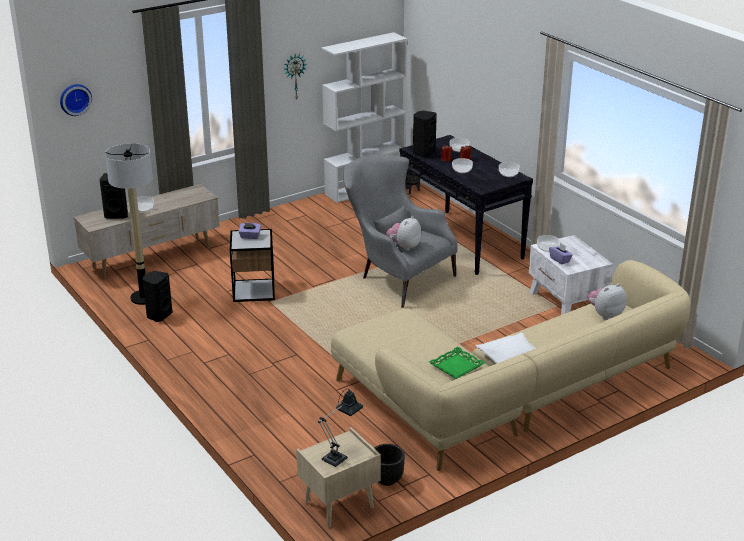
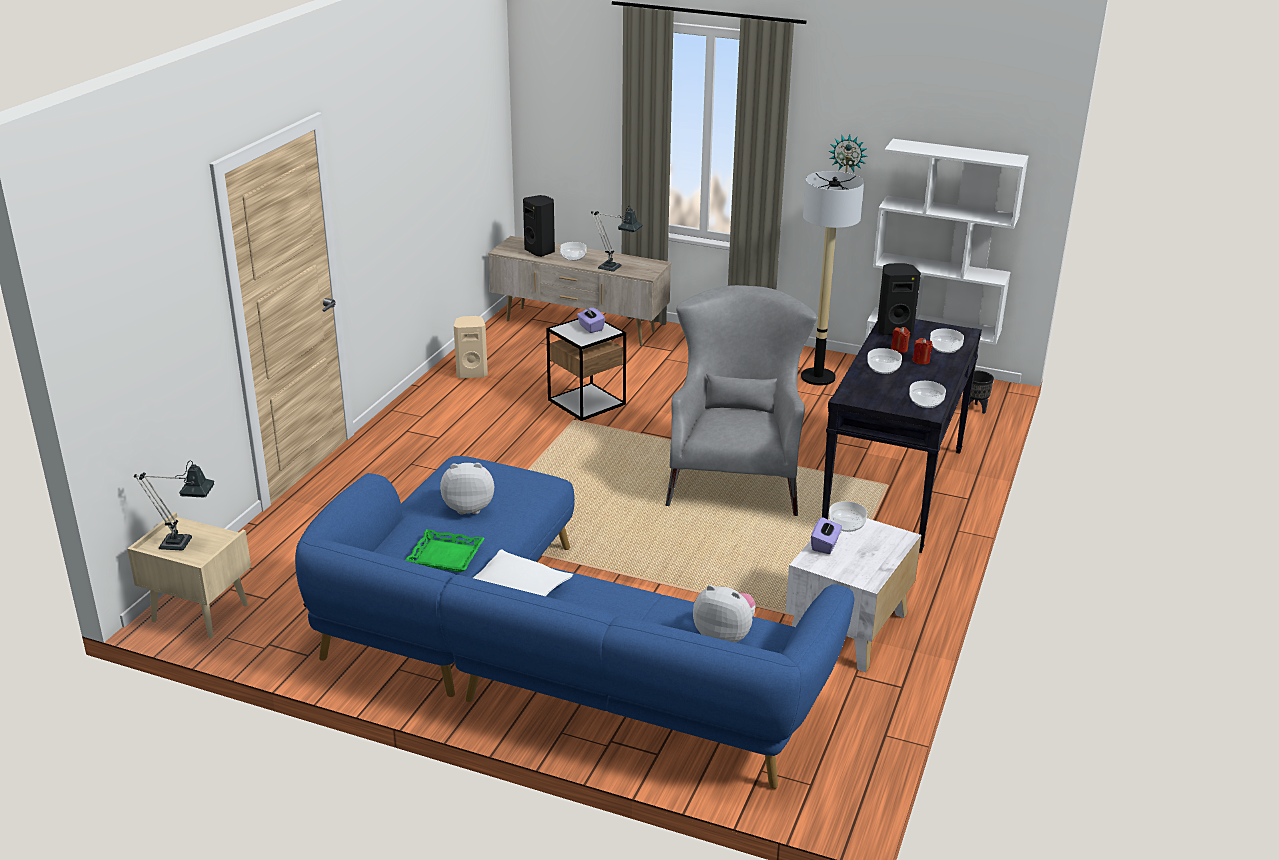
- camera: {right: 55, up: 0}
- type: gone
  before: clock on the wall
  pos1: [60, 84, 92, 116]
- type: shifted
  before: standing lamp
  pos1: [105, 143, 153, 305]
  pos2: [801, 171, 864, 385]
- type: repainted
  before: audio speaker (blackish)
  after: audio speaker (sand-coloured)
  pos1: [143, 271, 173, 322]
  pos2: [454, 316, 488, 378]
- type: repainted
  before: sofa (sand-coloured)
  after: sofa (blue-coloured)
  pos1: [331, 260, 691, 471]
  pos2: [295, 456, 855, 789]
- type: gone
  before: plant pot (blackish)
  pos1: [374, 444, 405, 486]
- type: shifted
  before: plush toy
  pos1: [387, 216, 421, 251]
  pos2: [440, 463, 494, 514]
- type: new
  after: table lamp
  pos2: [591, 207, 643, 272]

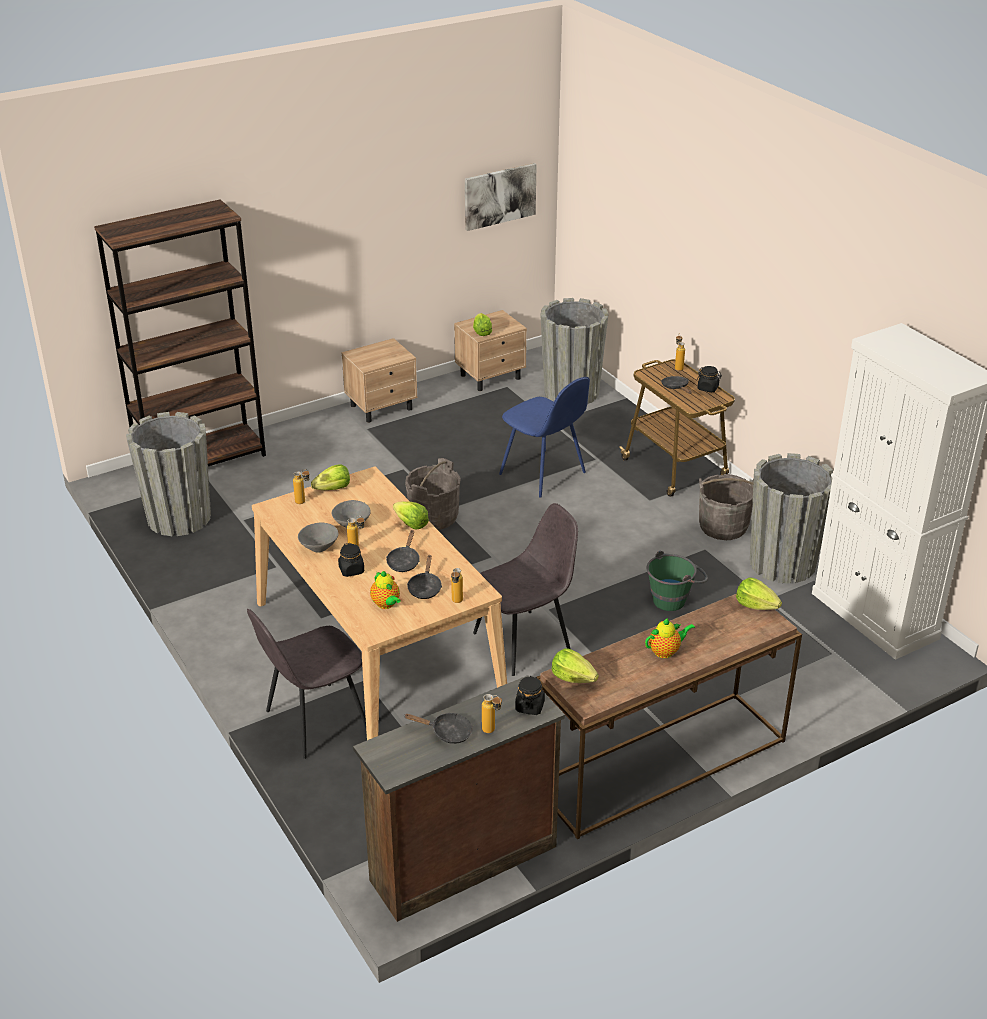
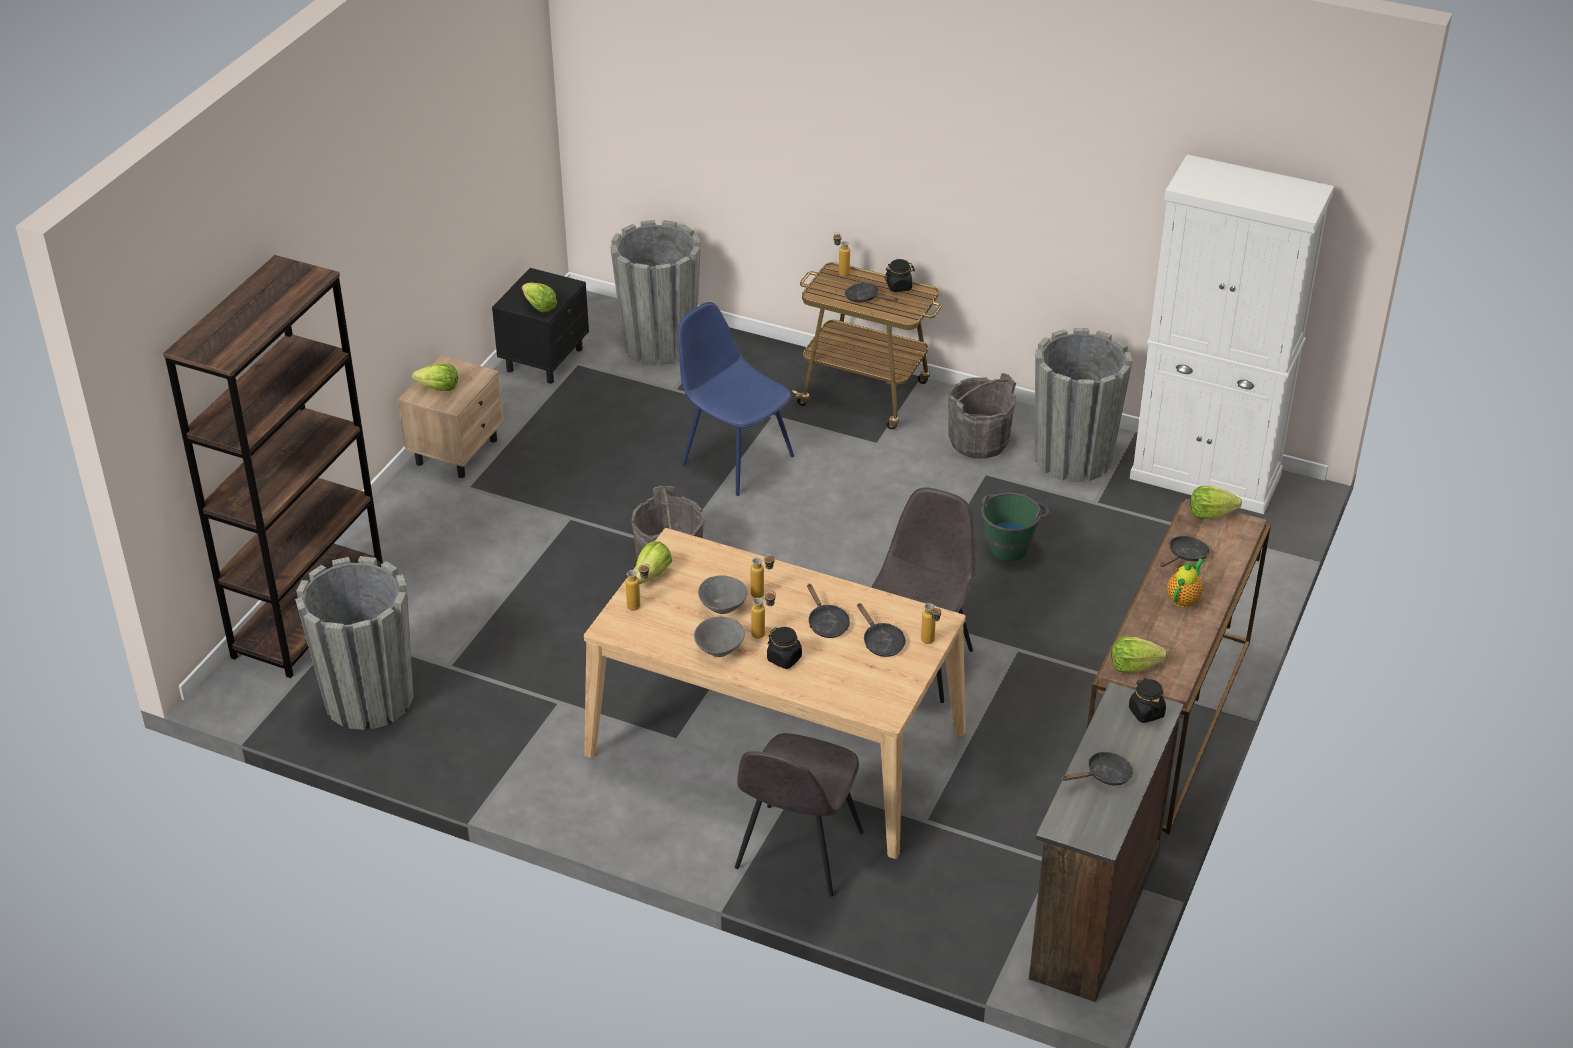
- camera: {right: -35, up: 5}
- type: gone
  before: teapot
  pos1: [370, 571, 401, 609]
- type: shifted
  before: lettuce head
  pos1: [393, 501, 429, 530]
  pos2: [412, 363, 458, 391]
- type: repainted
  before: night table (sand-coloured)
  after: night table (blackish)
  pos1: [454, 310, 527, 391]
  pos2: [492, 268, 589, 384]
- type: gone
  before: picture
  pos1: [465, 163, 537, 231]
- type: shifted
  before: beverage bottle
  pos1: [482, 694, 502, 733]
  pos2: [750, 555, 775, 598]
- type: rotated
  before: chair (blue-coloured)
  pos1: [499, 377, 590, 498]
  pos2: [678, 302, 794, 496]
  turn: -150
- type: new
  after: skillet (blackish)
  pos2: [1160, 536, 1210, 567]

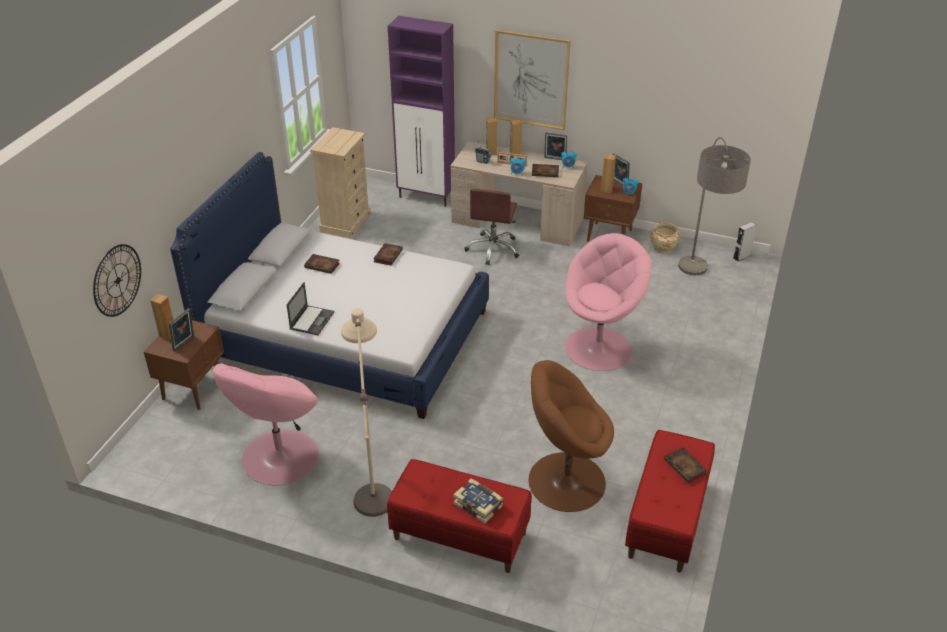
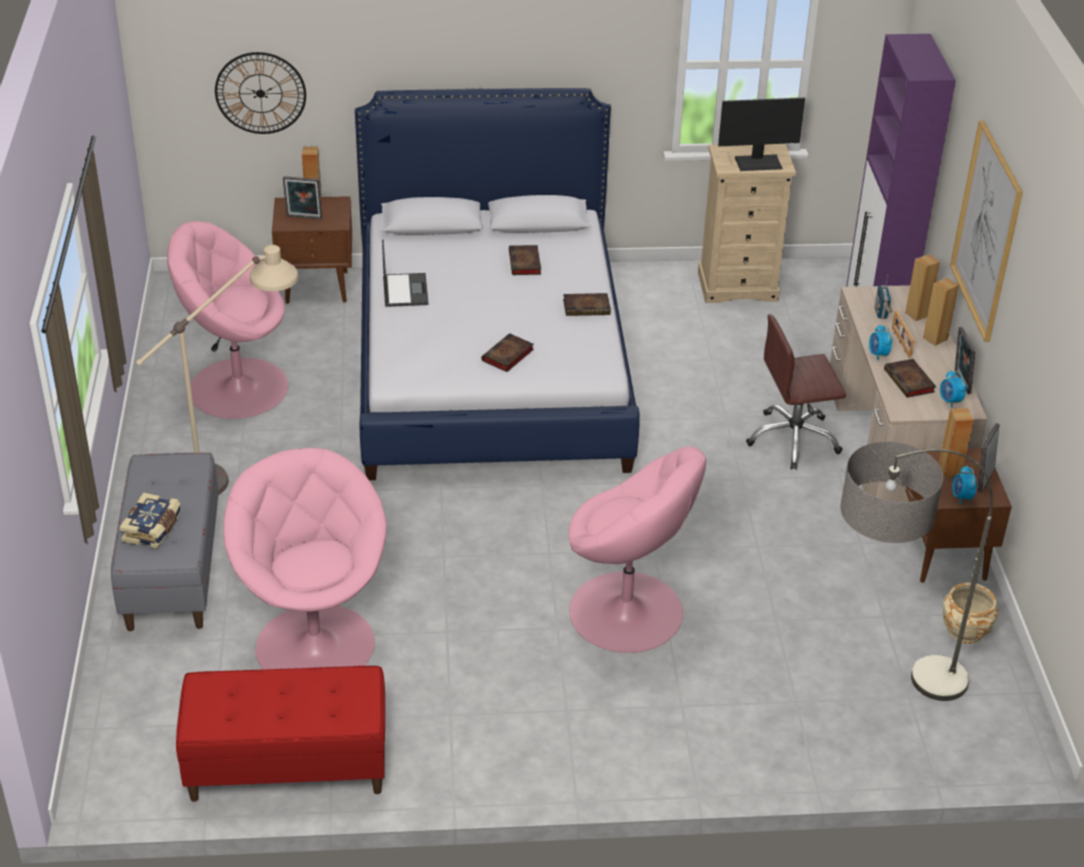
- camera: {right: 65, up: 0}
- type: rotated
  before: portable computer
  pos1: [287, 282, 334, 335]
  pos2: [382, 240, 429, 307]
  turn: -90
- type: repainted
  before: bench (reddish)
  after: bench (greyish)
  pos1: [387, 459, 532, 573]
  pos2: [111, 453, 219, 631]
- type: repainted
  before: armchair (brown-coloured)
  after: armchair (pink)
  pos1: [529, 360, 614, 512]
  pos2: [223, 448, 387, 670]
- type: shifted
  before: volume
  pos1: [664, 447, 708, 483]
  pos2: [482, 333, 534, 372]
- type: gone
  before: audio speaker (greyish)
  pos1: [733, 222, 757, 262]
- type: new
  after: monitor
  pos2: [718, 98, 805, 171]

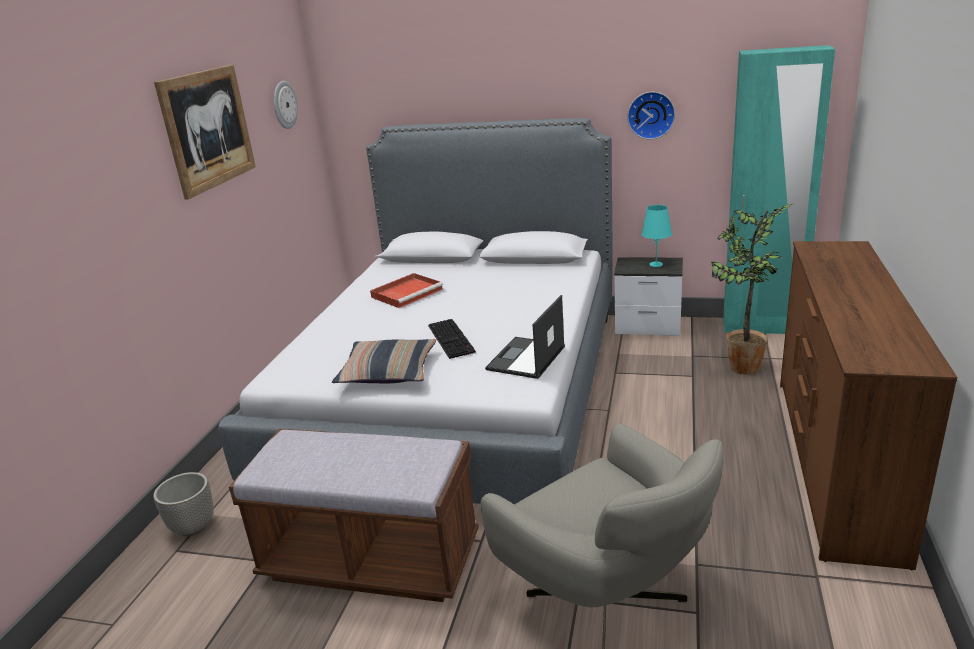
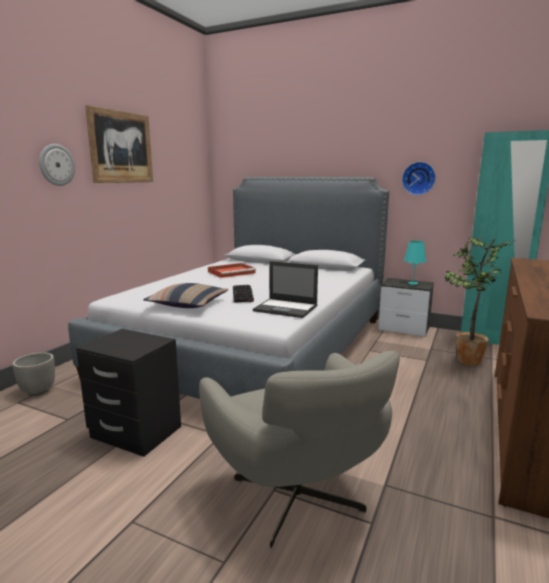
- camera: {right: 10, up: -10}
- type: swapped
  before: bench (brown-coloured)
  after: night table (blackish)
  pos1: [229, 428, 479, 602]
  pos2: [76, 329, 181, 457]
- type: shifted
  before: clock on the wall
  pos1: [274, 81, 298, 129]
  pos2: [39, 144, 75, 186]
- type: rotated
  before: portable computer
  pos1: [485, 295, 565, 379]
  pos2: [253, 261, 318, 318]
  turn: -105

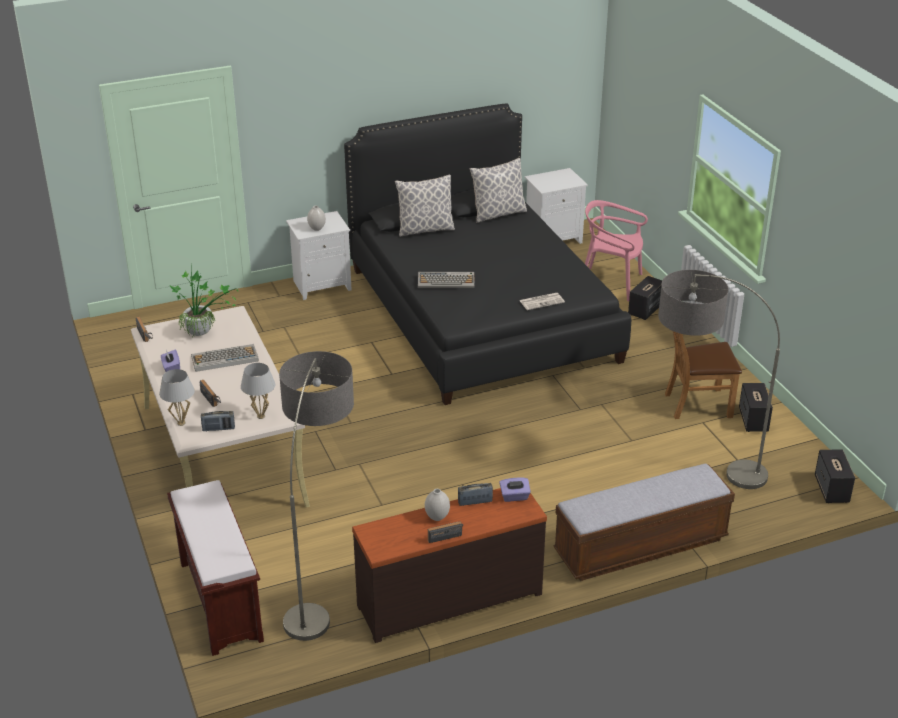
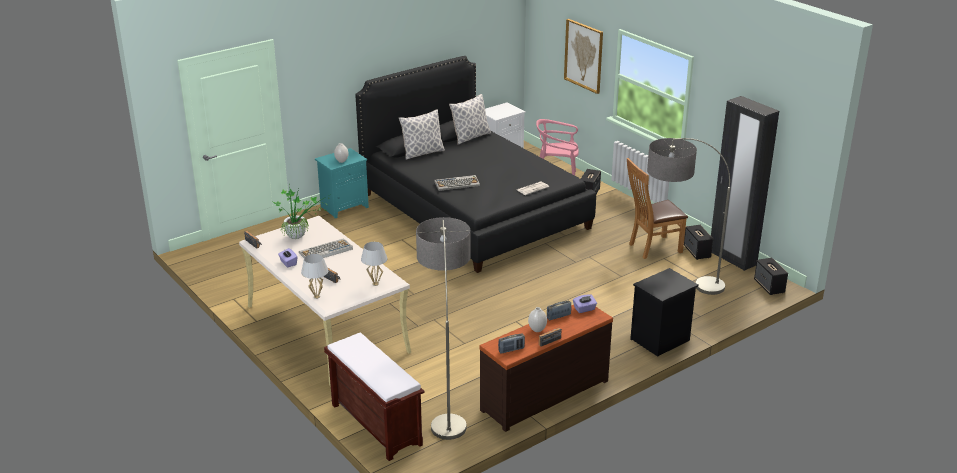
- camera: {right: -15, up: -5}
- type: shifted
  before: radio set
  pos1: [201, 411, 235, 431]
  pos2: [498, 334, 525, 354]
- type: repainted
  before: night table (whitish)
  after: night table (turquoise-coloured)
  pos1: [286, 211, 352, 300]
  pos2: [315, 148, 369, 218]
- type: swapped
  before: bench
  after: night table (blackish)
  pos1: [554, 464, 735, 581]
  pos2: [630, 268, 699, 356]
- type: new
  after: picture
  pos2: [564, 19, 603, 94]
- type: new
  after: wardrobe (blackish)
  pos2: [711, 96, 779, 271]

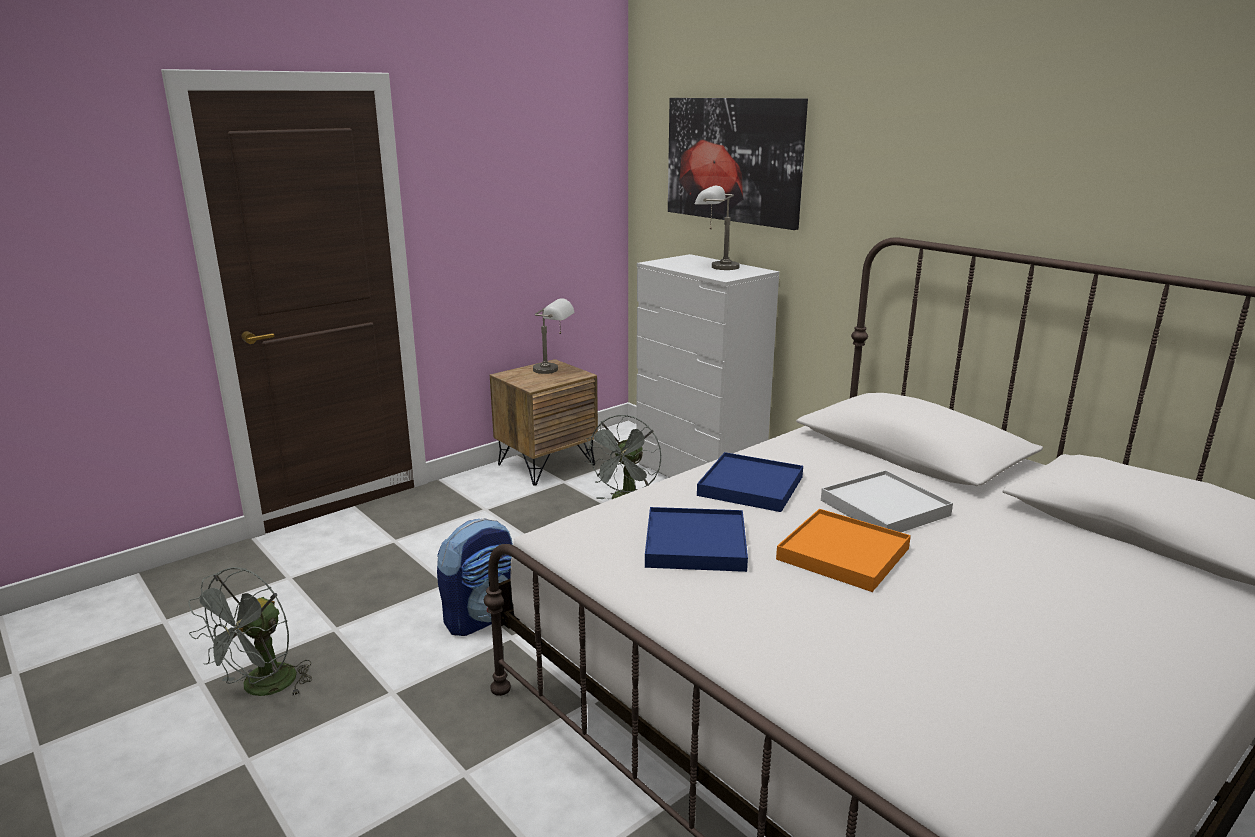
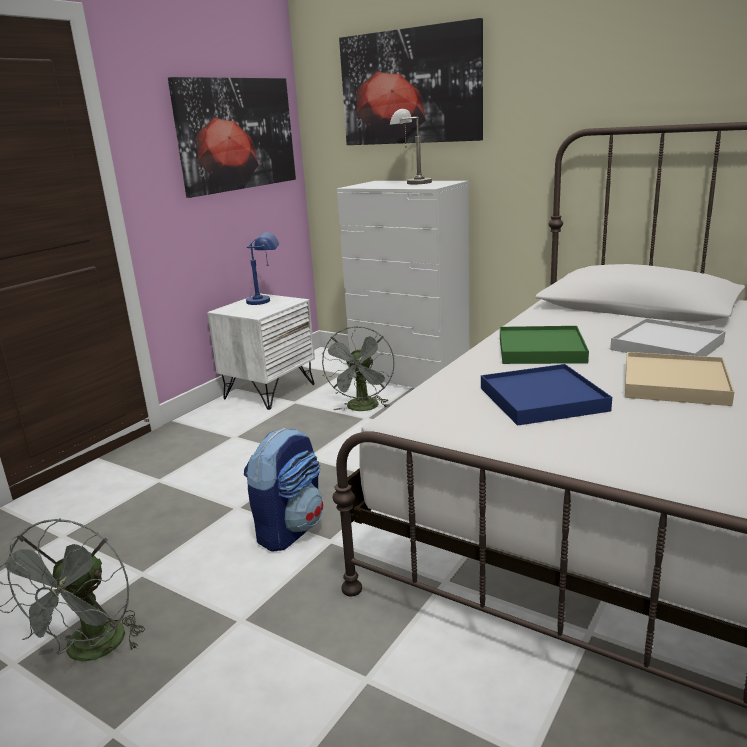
- camera: {right: -15, up: 0}
- type: repainted
  before: night table (brown-coloured)
  after: night table (whitish)
  pos1: [490, 359, 598, 485]
  pos2: [207, 294, 315, 410]
- type: repainted
  before: table lamp (greyish)
  after: table lamp (blue-coloured)
  pos1: [533, 298, 574, 374]
  pos2: [246, 232, 279, 305]
- type: repainted
  before: tray (blue-coloured)
  after: tray (green-coloured)
  pos1: [697, 452, 803, 512]
  pos2: [500, 326, 589, 364]
- type: repainted
  before: tray (orange-coloured)
  after: tray (sand-coloured)
  pos1: [776, 509, 911, 592]
  pos2: [625, 352, 735, 406]
- type: new
  after: picture
  pos2: [168, 77, 296, 198]

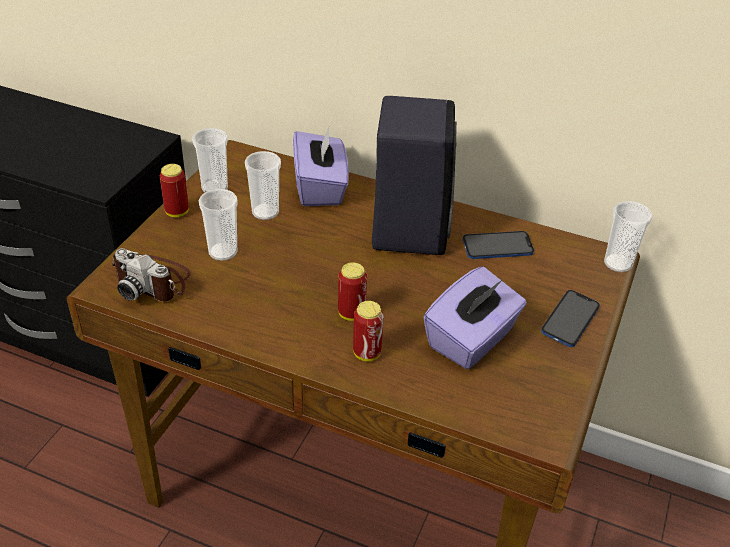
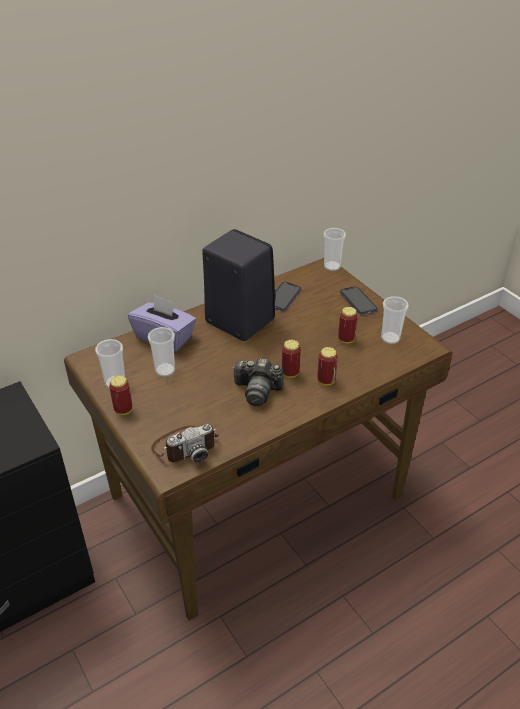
- camera: {right: -55, up: 0}
- type: shifted
  before: drinking cup
  pos1: [199, 189, 238, 261]
  pos2: [381, 296, 409, 344]
- type: swapped
  before: tissue holder (purplish)
  after: can
  pos1: [424, 267, 527, 369]
  pos2: [338, 307, 358, 344]
- type: new
  after: still camera
  pos2: [233, 358, 283, 406]

